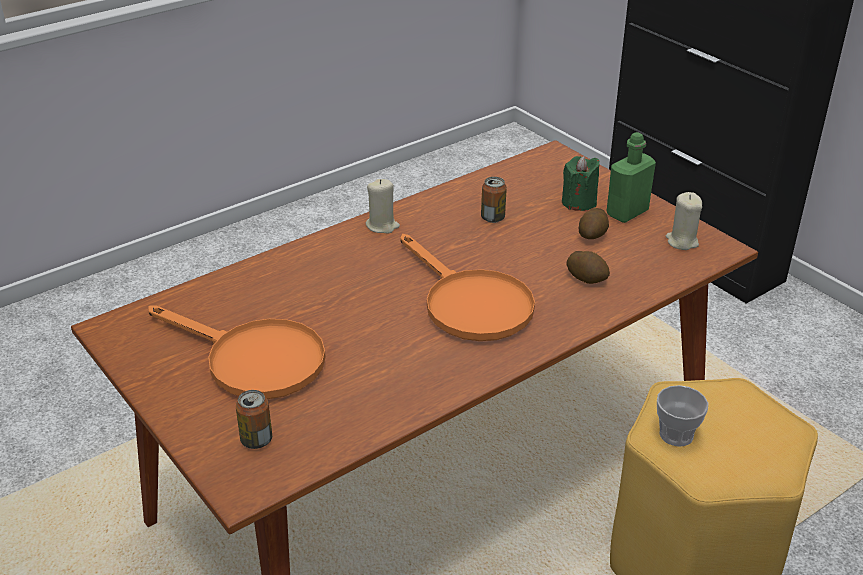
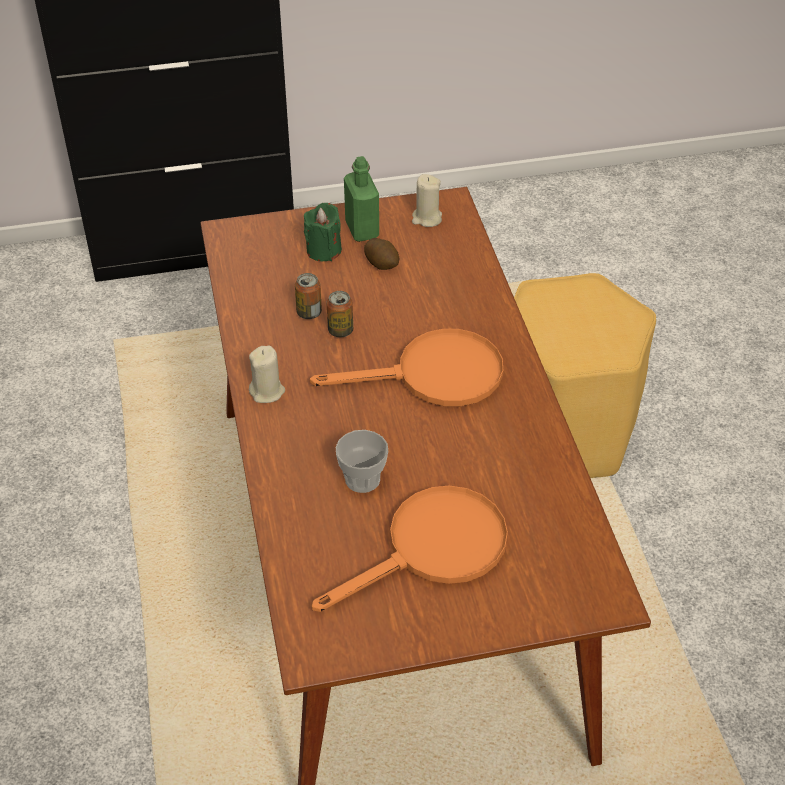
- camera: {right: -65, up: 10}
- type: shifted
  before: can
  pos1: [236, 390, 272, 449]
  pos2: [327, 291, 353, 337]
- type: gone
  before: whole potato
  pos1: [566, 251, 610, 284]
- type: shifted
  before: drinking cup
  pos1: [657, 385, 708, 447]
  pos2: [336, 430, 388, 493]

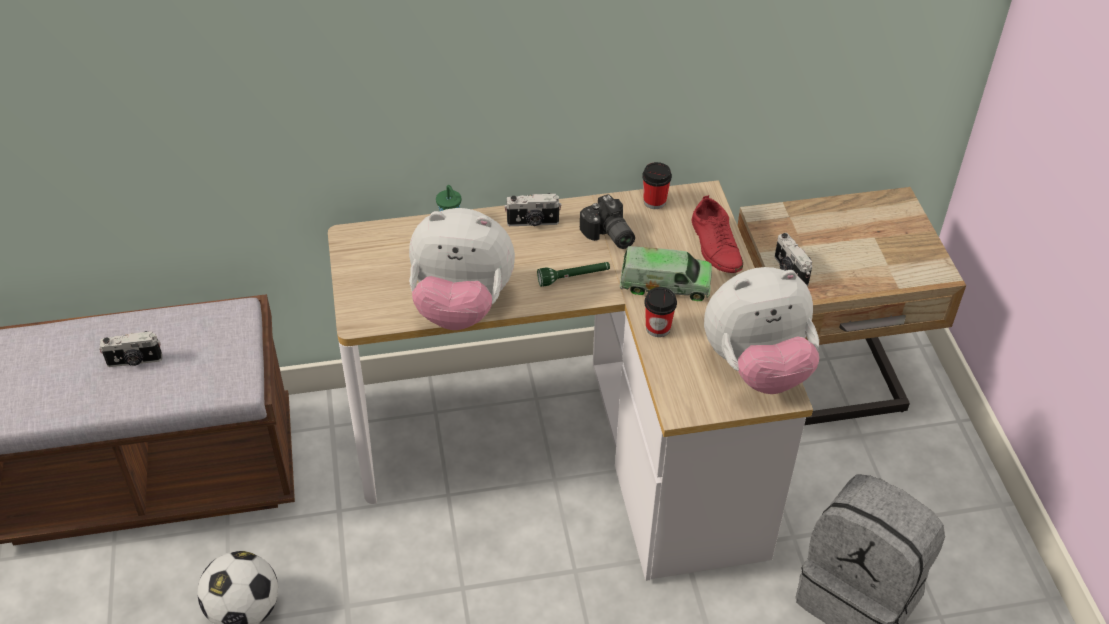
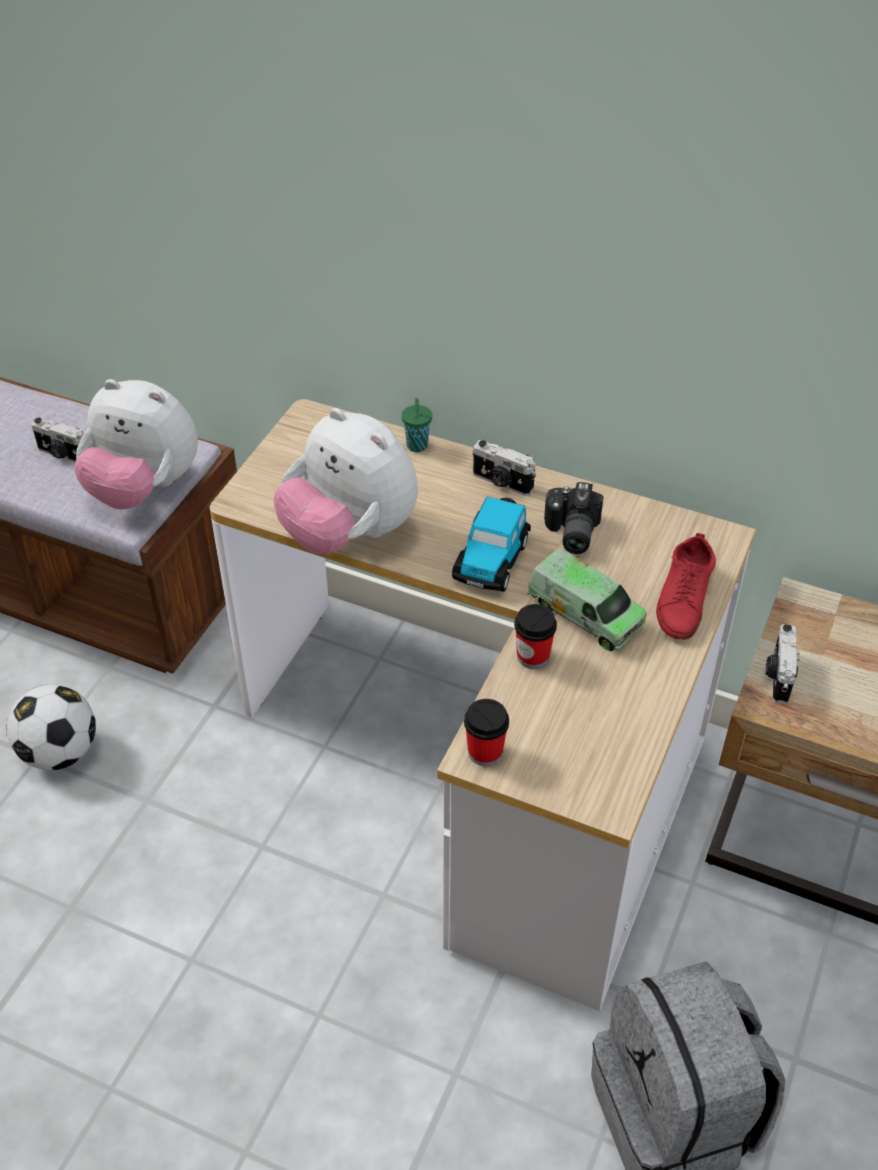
- camera: {right: 35, up: 0}
- type: swapped
  before: torch (green-coloured)
  after: toy car
  pos1: [537, 262, 610, 287]
  pos2: [452, 497, 531, 592]
- type: shifted
  before: drinking cup
  pos1: [642, 162, 672, 209]
  pos2: [464, 699, 509, 766]
- type: shifted
  before: plush toy
  pos1: [704, 267, 820, 394]
  pos2: [74, 379, 198, 509]

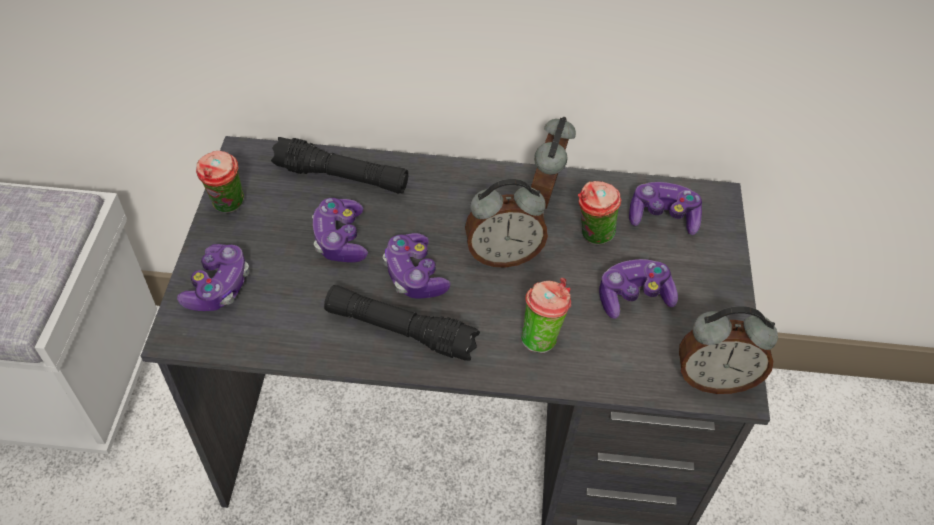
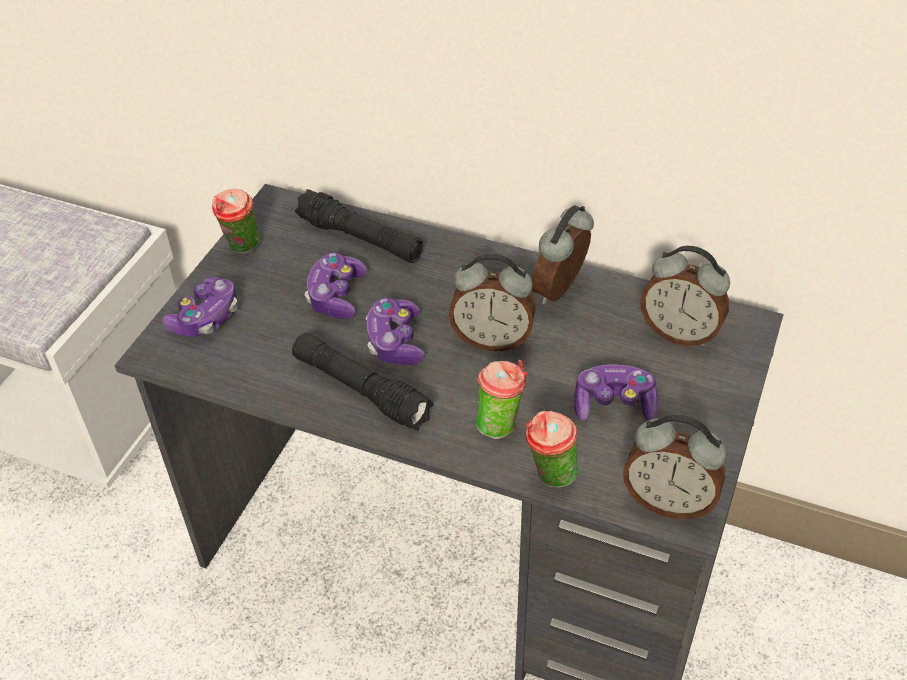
- camera: {right: 20, up: -5}
- type: shifted
  before: drinking cup
  pos1: [578, 181, 621, 245]
  pos2: [525, 410, 578, 488]
- type: swapped
  before: gamepad
  after: bedside clock
  pos1: [629, 182, 702, 235]
  pos2: [641, 246, 730, 346]

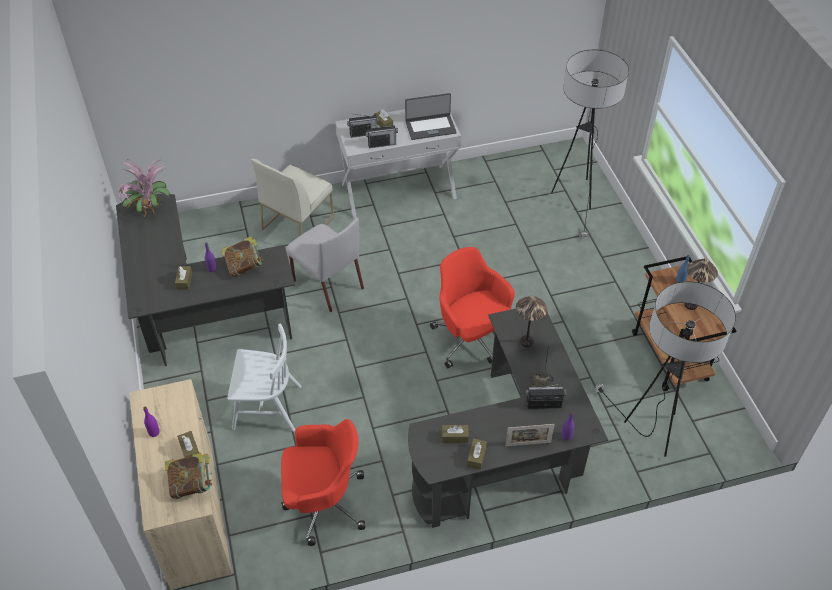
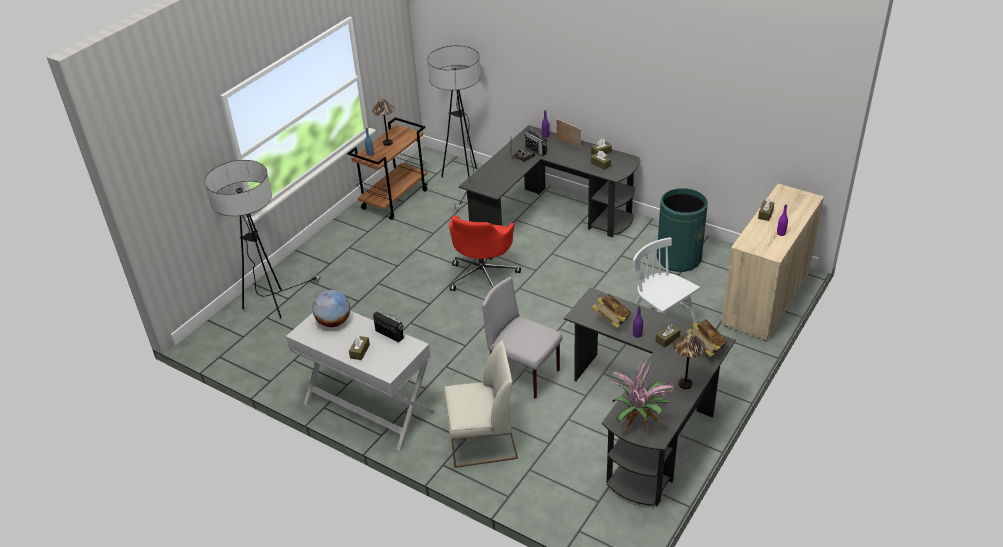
- camera: {right: -130, up: -10}
- type: shifted
  before: volume
  pos1: [165, 453, 212, 499]
  pos2: [686, 319, 728, 357]
- type: swapped
  before: computer chair (reddish)
  after: waste bin (green-coloured)
  pos1: [281, 419, 365, 546]
  pos2: [657, 188, 708, 272]
- type: rotated
  before: chair (greyish)
  pos1: [286, 218, 364, 312]
  pos2: [482, 277, 563, 398]
  turn: -60
- type: gone
  before: radio set
  pos1: [347, 114, 379, 138]
- type: swapped
  before: portable computer
  after: world globe
  pos1: [405, 93, 457, 140]
  pos2: [312, 290, 350, 327]
- type: shifted
  before: table lamp
  pos1: [516, 296, 547, 347]
  pos2: [673, 333, 705, 389]

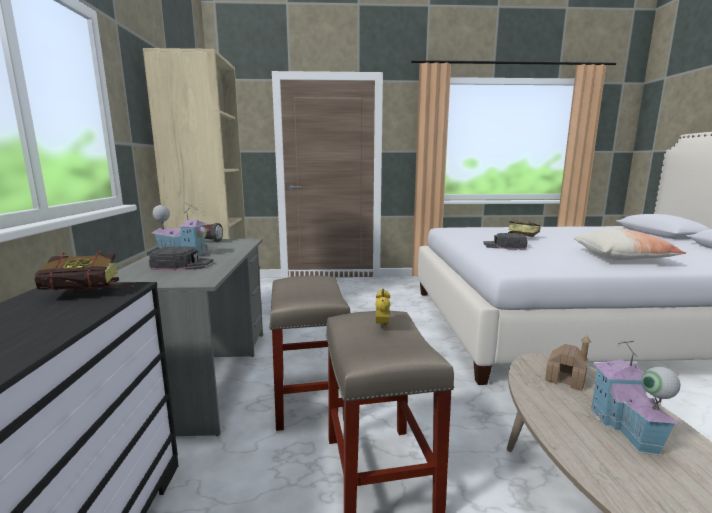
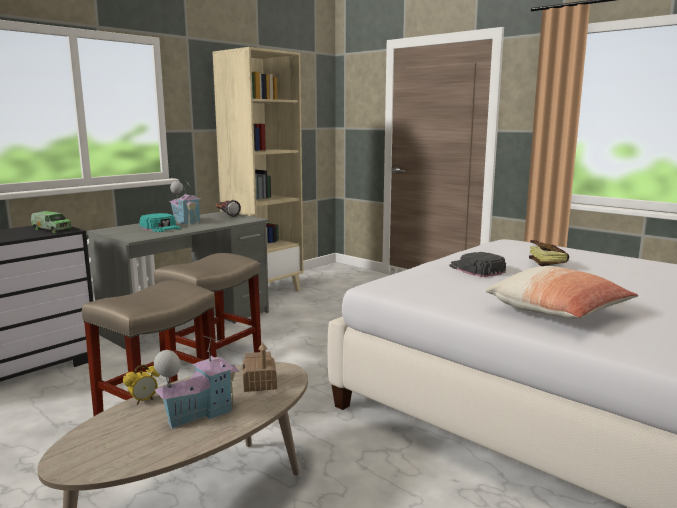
- camera: {right: 45, up: 0}
- type: swapped
  before: volume
  after: model truck
  pos1: [34, 251, 134, 290]
  pos2: [31, 211, 72, 233]
- type: repainted
  before: peaked cap (blackish)
  after: peaked cap (turquoise-coloured)
  pos1: [149, 246, 213, 270]
  pos2: [139, 213, 181, 232]
- type: shifted
  before: bedside clock
  pos1: [375, 289, 390, 329]
  pos2: [123, 364, 160, 405]

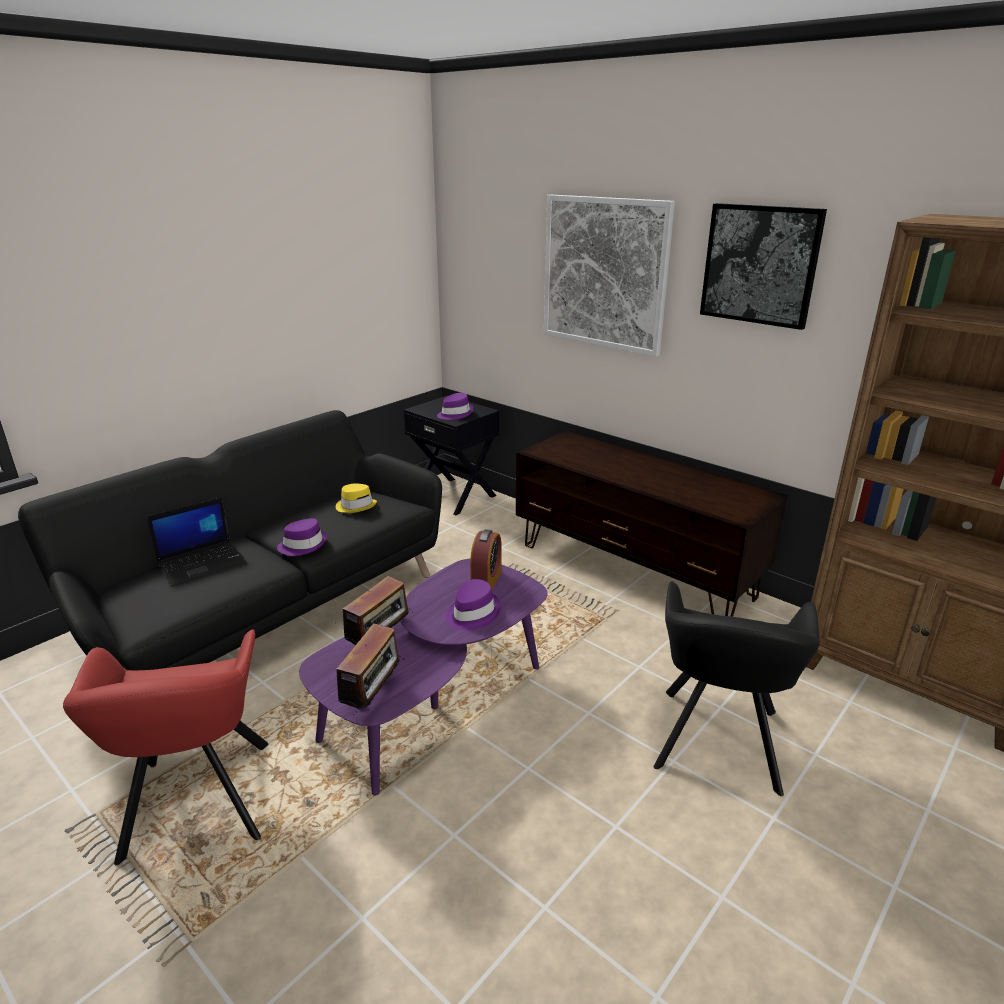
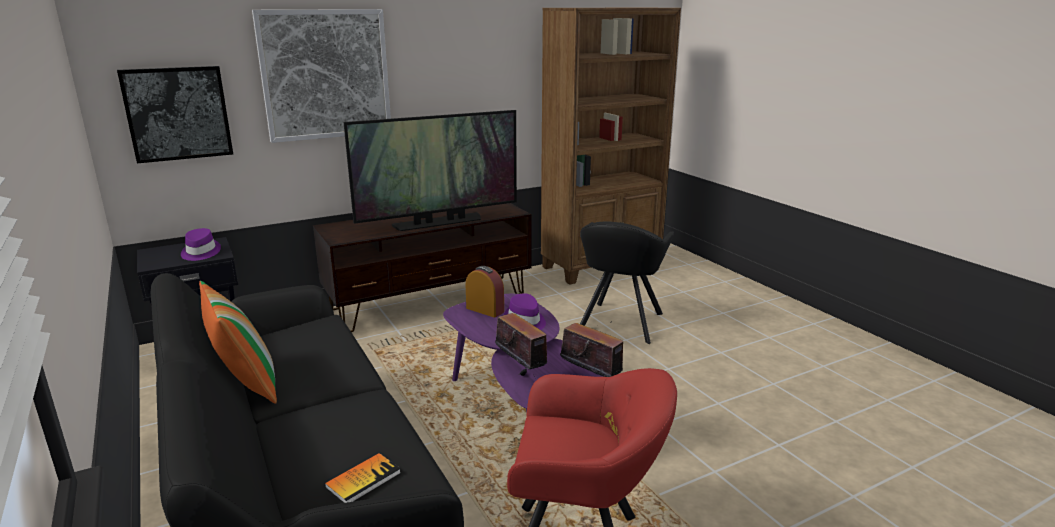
- camera: {right: -70, up: -5}
- type: gone
  before: portable computer
  pos1: [146, 497, 247, 587]
- type: gone
  before: hat (purplish)
  pos1: [277, 518, 327, 556]
- type: gone
  before: hat (yellow)
  pos1: [336, 483, 377, 513]
- type: rotated
  before: armchair (blackish)
  pos1: [654, 581, 820, 796]
  pos2: [580, 222, 674, 344]
  turn: 75
- type: shifted
  before: picture
  pos1: [700, 203, 827, 330]
  pos2: [117, 66, 233, 163]
- type: new
  after: pillow
  pos2: [199, 281, 277, 404]
- type: new
  after: volume
  pos2: [325, 453, 401, 503]
- type: new
  after: TV set
  pos2: [343, 110, 517, 231]

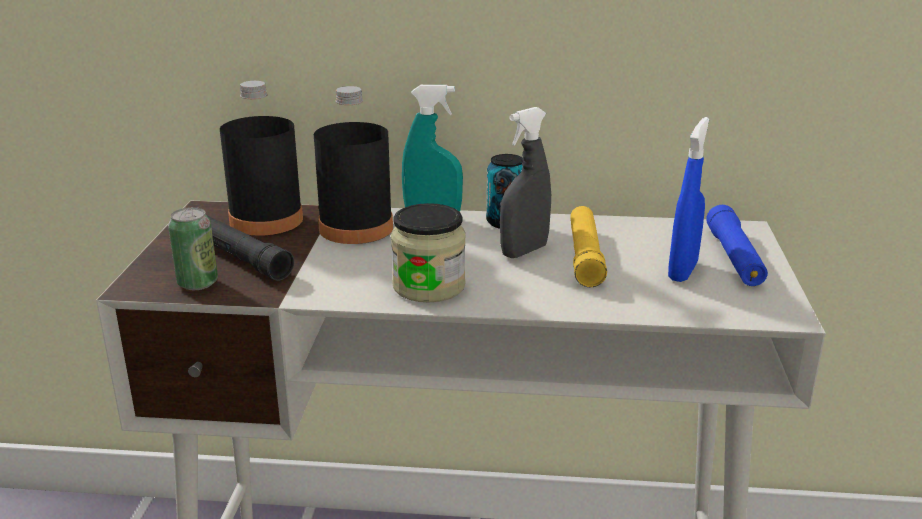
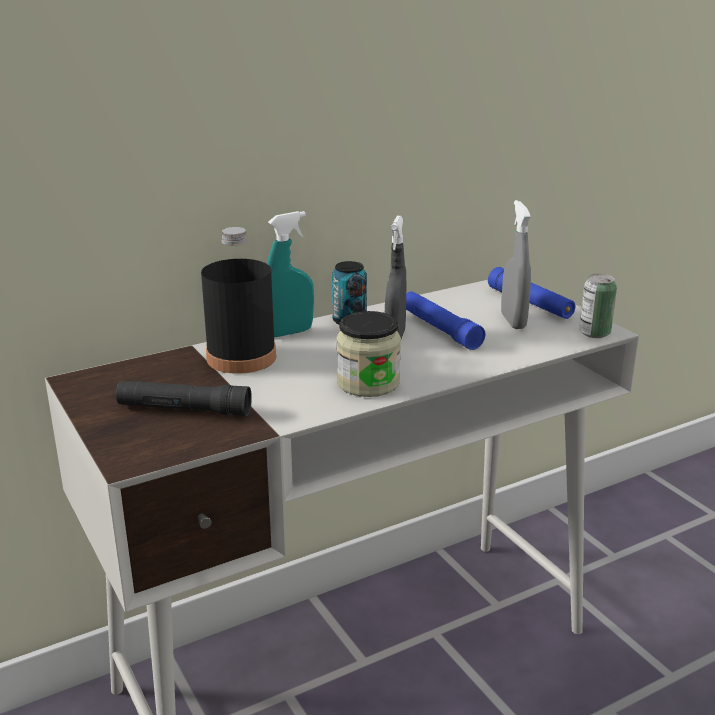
- camera: {right: -35, up: 0}
- type: shifted
  before: can
  pos1: [168, 207, 218, 290]
  pos2: [579, 274, 617, 338]
- type: gone
  before: beverage bottle (blackish)
  pos1: [220, 81, 303, 236]
- type: repainted
  before: torch (yellow)
  after: torch (blue-coloured)
  pos1: [570, 206, 607, 287]
  pos2: [406, 291, 485, 350]
- type: repainted
  before: spray bottle (blue-coloured)
  after: spray bottle (greyish)
  pos1: [668, 117, 709, 282]
  pos2: [501, 200, 531, 329]

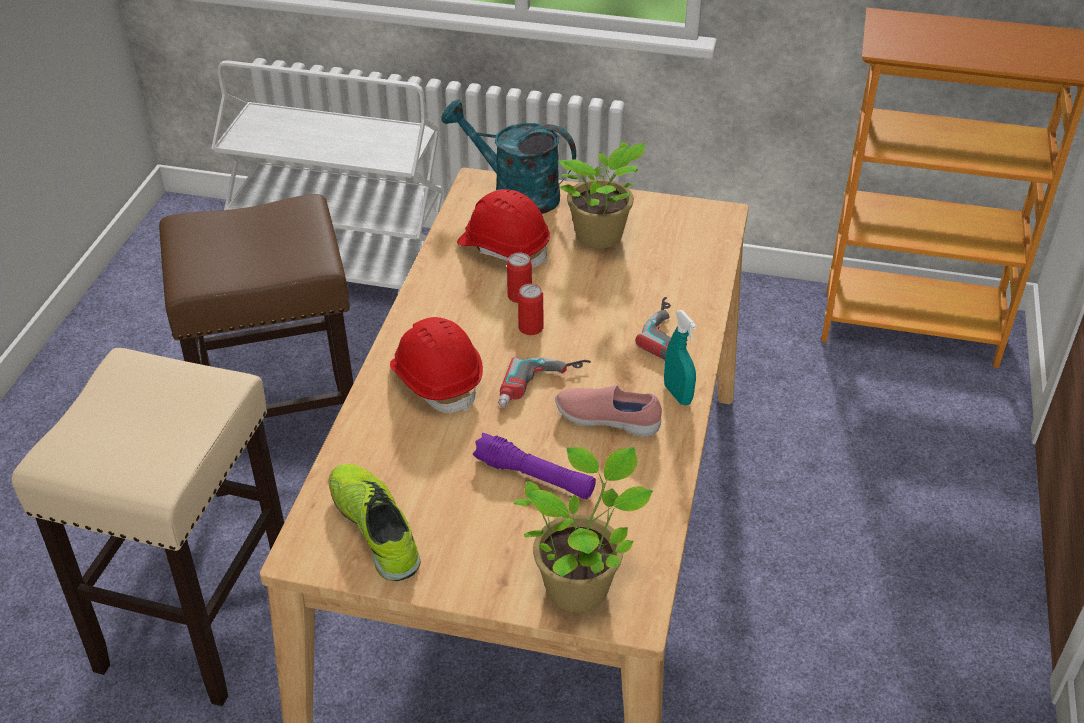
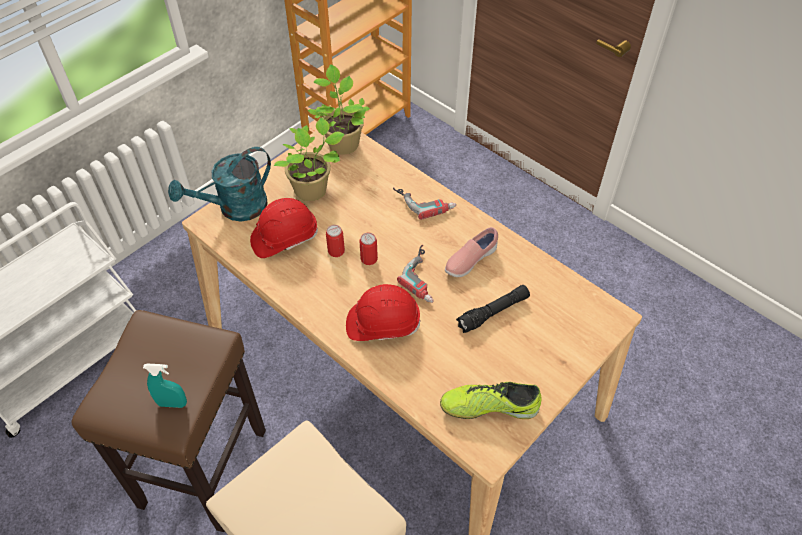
- camera: {right: -60, up: 10}
- type: repainted
  before: torch (purplish)
  after: torch (blackish)
  pos1: [473, 433, 596, 499]
  pos2: [456, 285, 530, 333]
- type: shifted
  before: potted plant
  pos1: [514, 447, 653, 612]
  pos2: [307, 64, 370, 155]
- type: shifted
  before: spray bottle (turquoise-coloured)
  pos1: [664, 310, 697, 405]
  pos2: [143, 364, 187, 408]

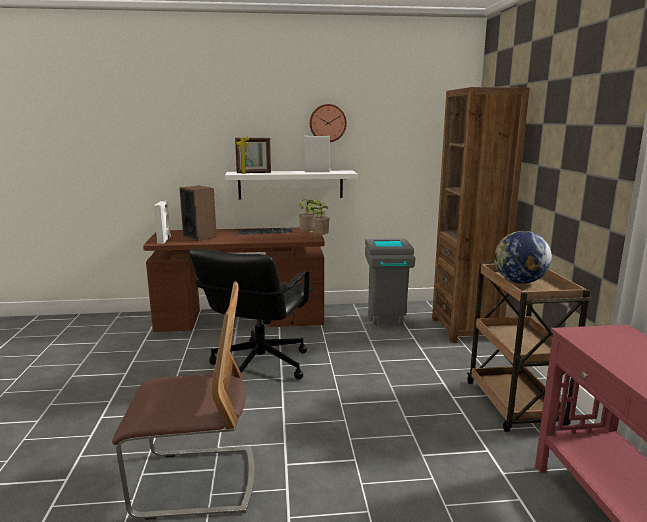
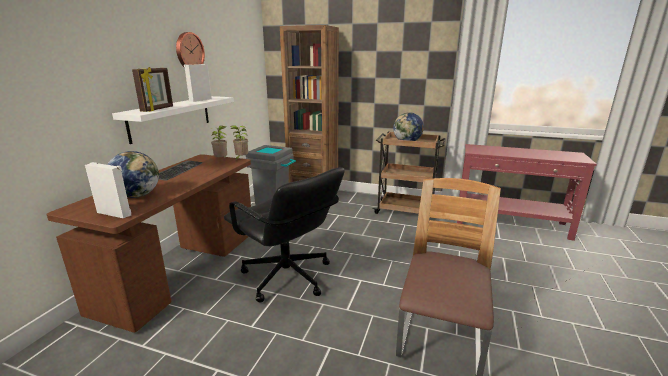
- camera: {right: -65, up: 5}
- type: swapped
  before: audio speaker
  after: world globe
  pos1: [179, 186, 217, 241]
  pos2: [107, 151, 159, 198]

